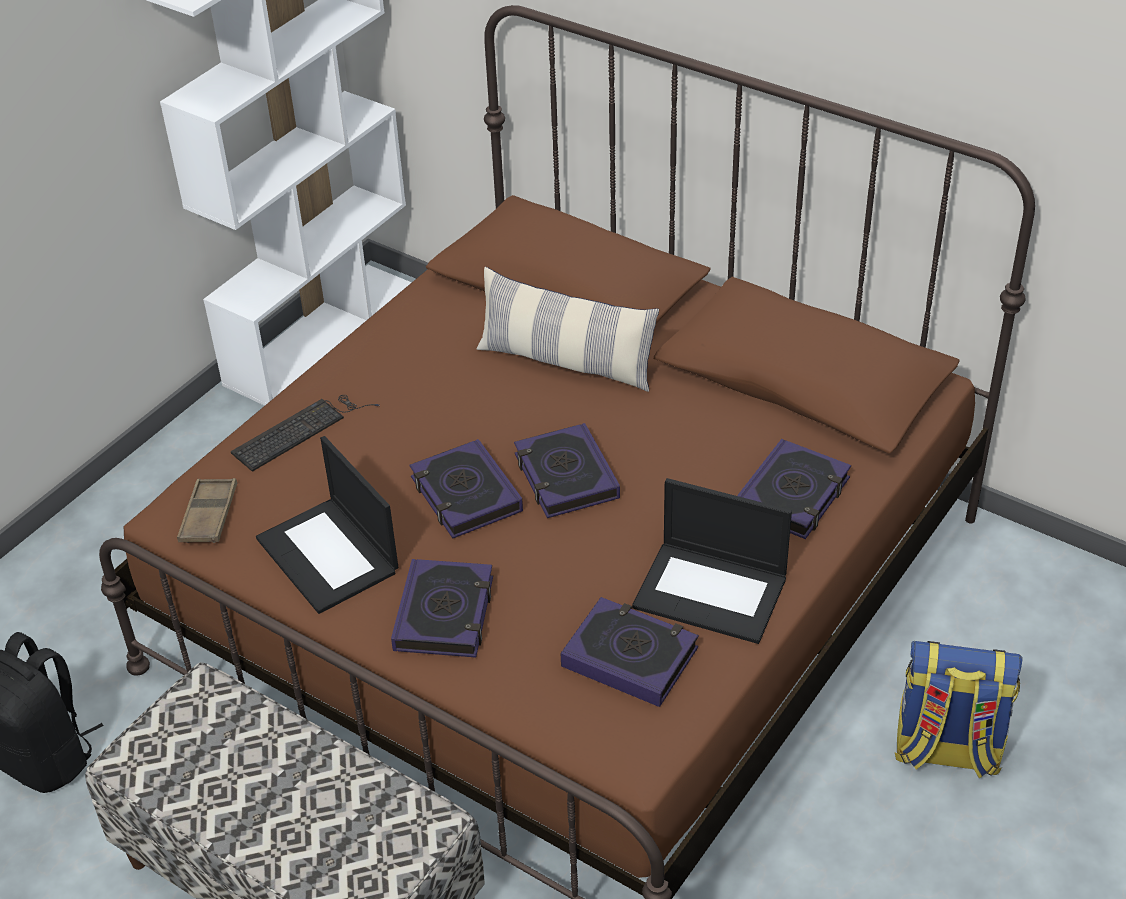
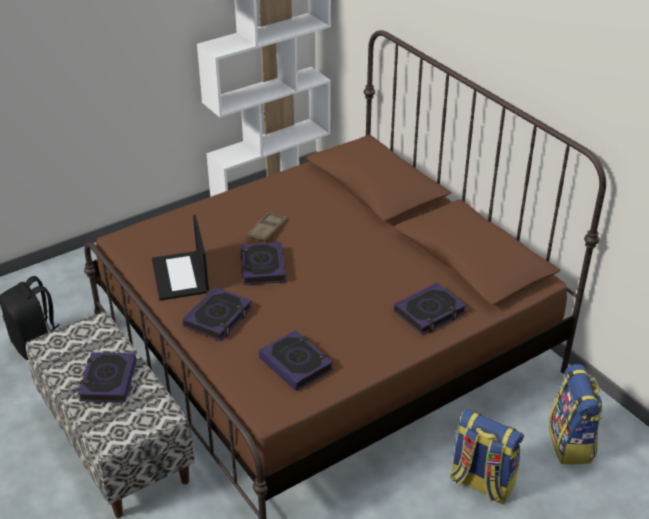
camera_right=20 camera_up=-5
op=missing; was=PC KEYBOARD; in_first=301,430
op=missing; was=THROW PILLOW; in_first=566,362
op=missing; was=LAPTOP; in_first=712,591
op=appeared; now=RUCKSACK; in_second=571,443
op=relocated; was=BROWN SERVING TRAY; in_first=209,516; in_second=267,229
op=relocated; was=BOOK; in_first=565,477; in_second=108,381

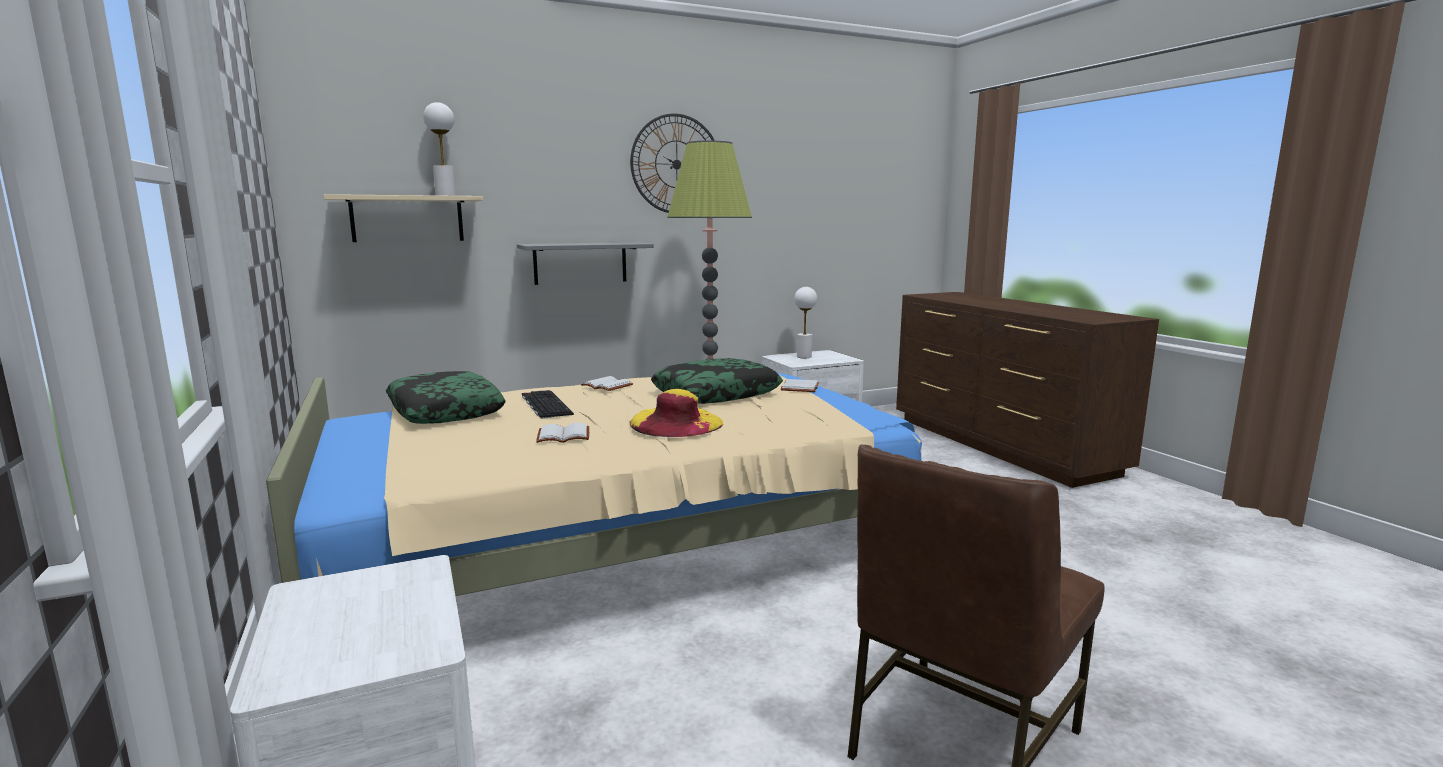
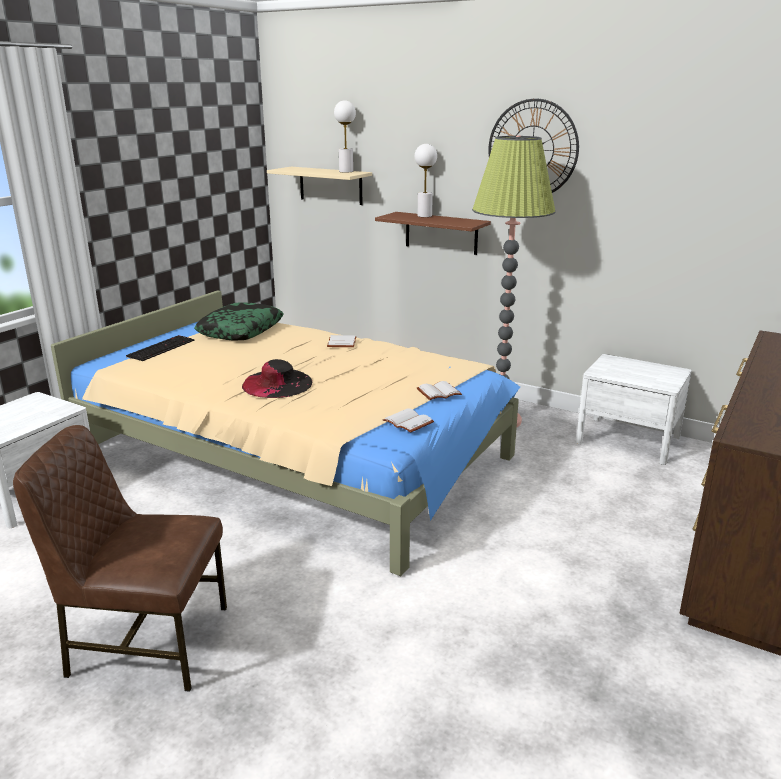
camera_right=55 camera_up=10
op=missing; was=THROW PILLOW; in_first=716,394
op=relocated; was=PC KEYBOARD; in_first=544,404; in_second=161,348
op=relocated; was=WHITISH BOOK; in_first=564,435; in_second=409,422
op=relocated; was=WHITISH TABLE LAMP; in_first=803,357; in_second=424,216
op=colour; was=GREYISH SHELF; now=BROWN SHELF; in_first=580,263; in_second=441,233
op=colour; was=YELLOW WEARABLE HAT; now=BLACK WEARABLE HAT; in_first=676,422; in_second=277,384

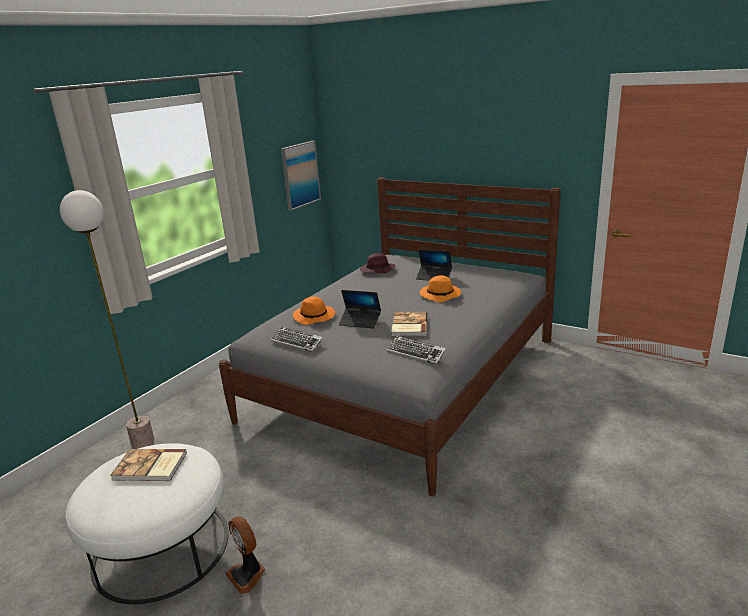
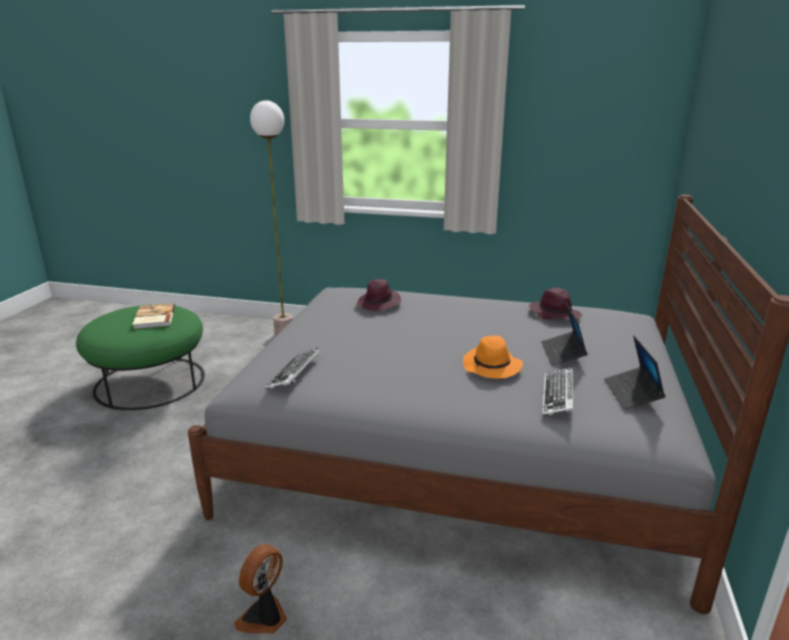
camera_right=70 camera_up=0
op=missing; was=WALL PICTURE; in_first=300,175
op=missing; was=BOOK; in_first=408,326
op=relocated; was=FAN; in_first=247,575; in_second=264,618
op=relocated; was=PC KEYBOARD; in_first=297,342; in_second=558,396
op=relocated; was=LAPTOP; in_first=360,322; in_second=632,394
op=colour; was=WHITISH OTTOMAN; now=GREENISH OTTOMAN; in_first=162,547; in_second=150,382
op=colour; was=ORANGE-COLOURED WEARABLE HAT; now=PURPLE WEARABLE HAT; in_first=315,317; in_second=379,304

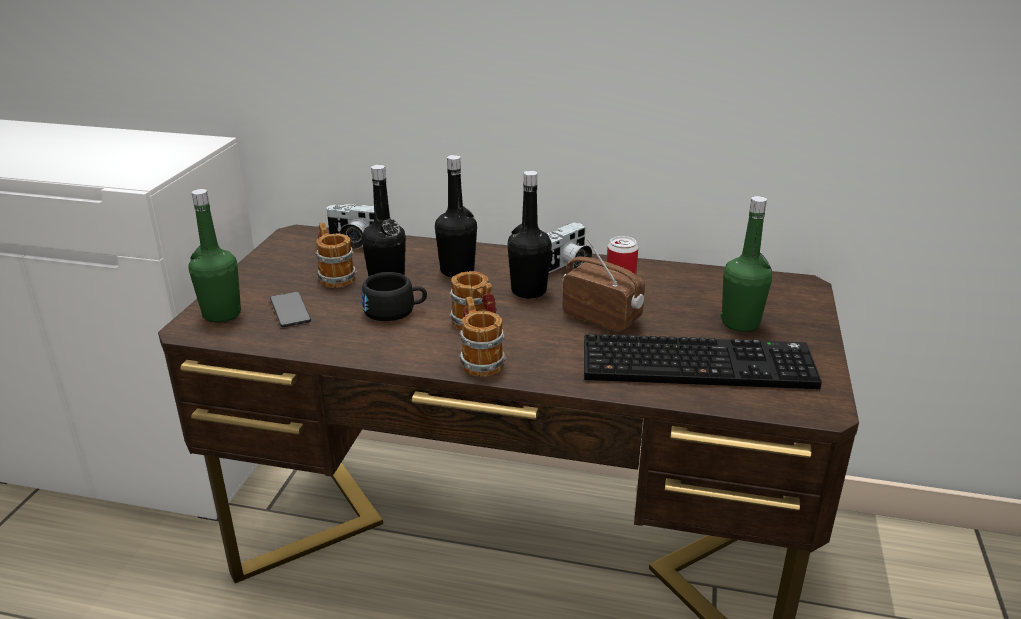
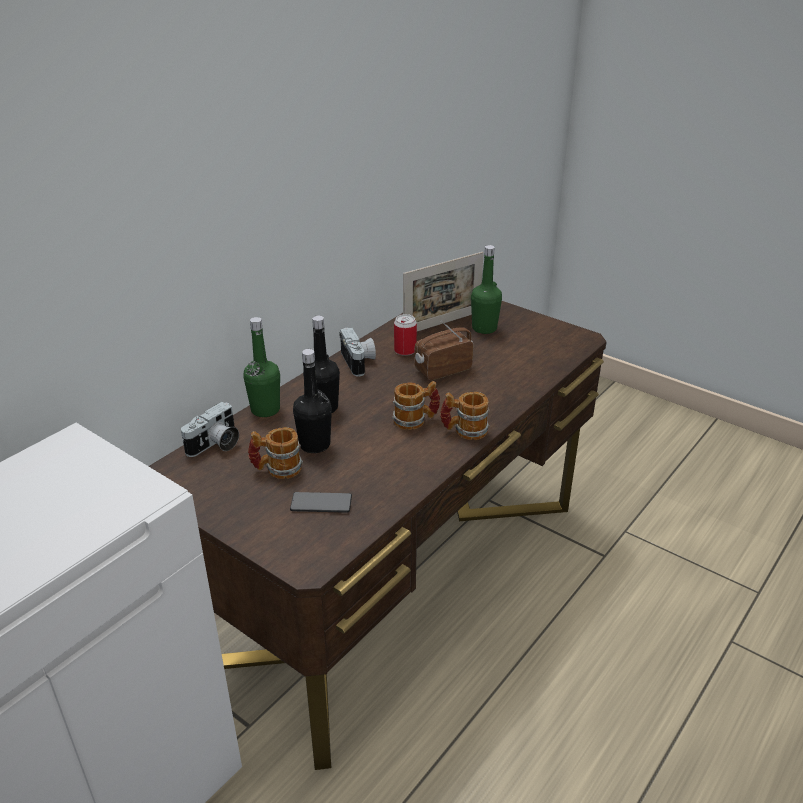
camera_right=-65 camera_up=5
op=missing; was=BLACK SMALL CUP; in_first=395,311
op=missing; was=BLACK BEVERAGE BOTTLE; in_first=529,291
op=missing; was=PC KEYBOARD; in_first=699,363
op=appeared; now=PICTURE FRAME; in_second=442,323
op=relocated; was=GREENISH BEVERAGE BOTTLE; in_first=222,314; in_second=265,409

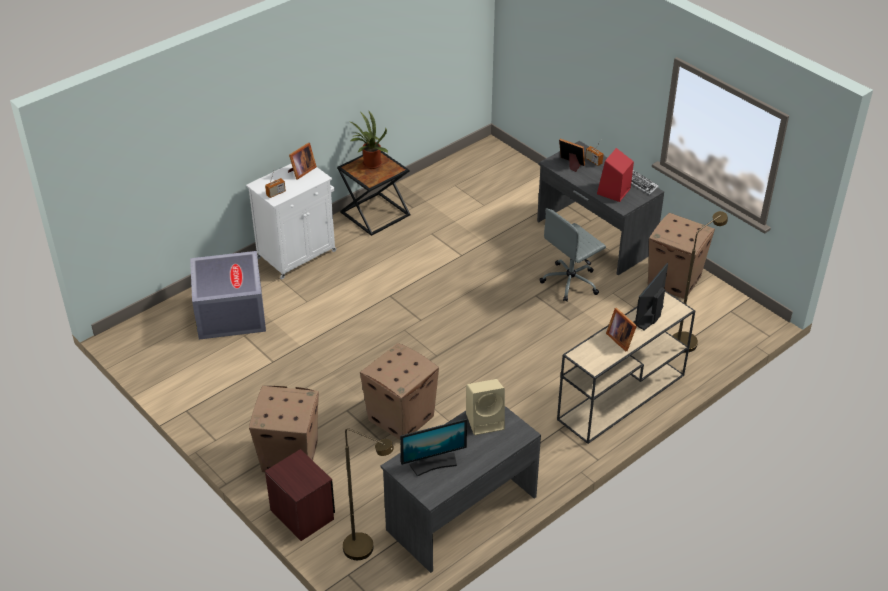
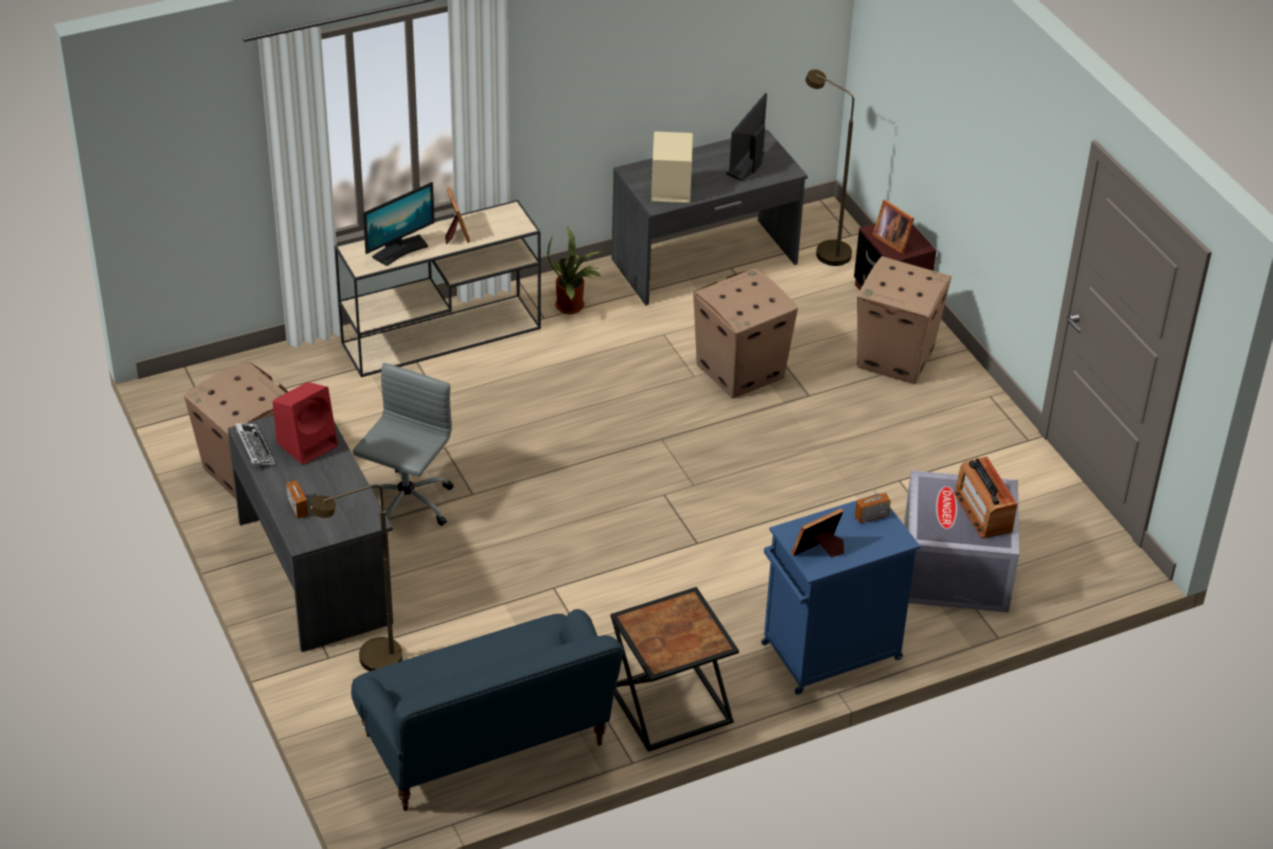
camera_right=-165 camera_up=0
op=appeared; now=BLUE-COLOURED COUCH; in_second=486,744
op=appeared; now=RADIO SET; in_second=982,511
op=relocated; was=HOUSEPLANT; in_first=370,164; in_second=573,306
op=relocated; was=PICTURE FRAME; in_first=571,164; in_second=892,240
op=relocated; was=BROWN STANDING LAMP; in_first=688,339; in_second=369,663
op=colour; was=WHITISH CUPBOARD; now=BLUE-COLOURED CUPBOARD; in_first=297,254; in_second=828,652
op=spun; was=MONITOR; in_first=433,463; in_second=747,165; clockwise=-60
op=spun; was=GREYISH DESK CHAIR; in_first=571,282; in_second=405,503; clockwise=-45

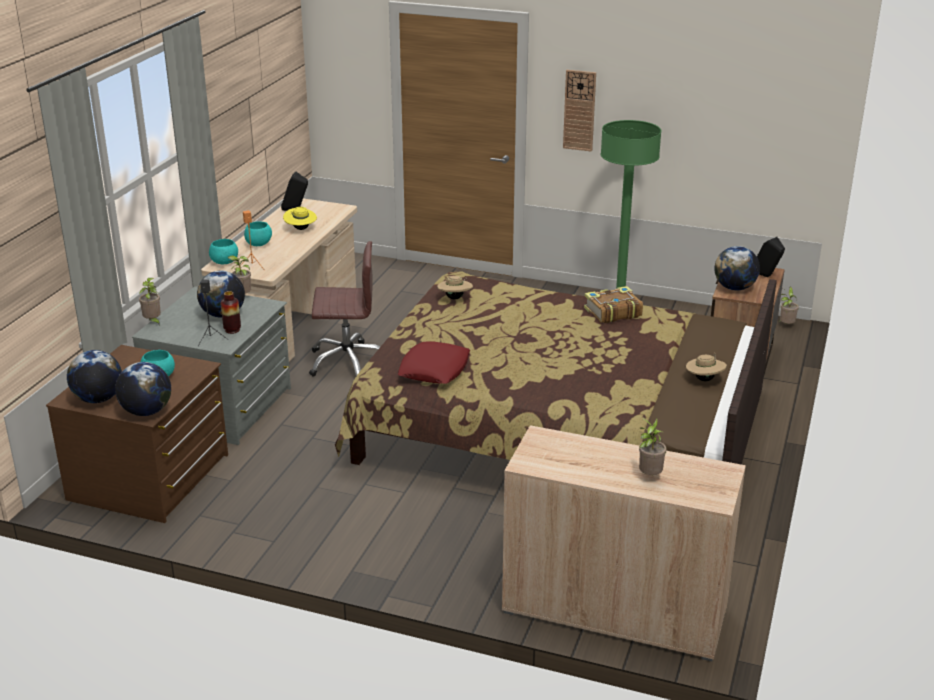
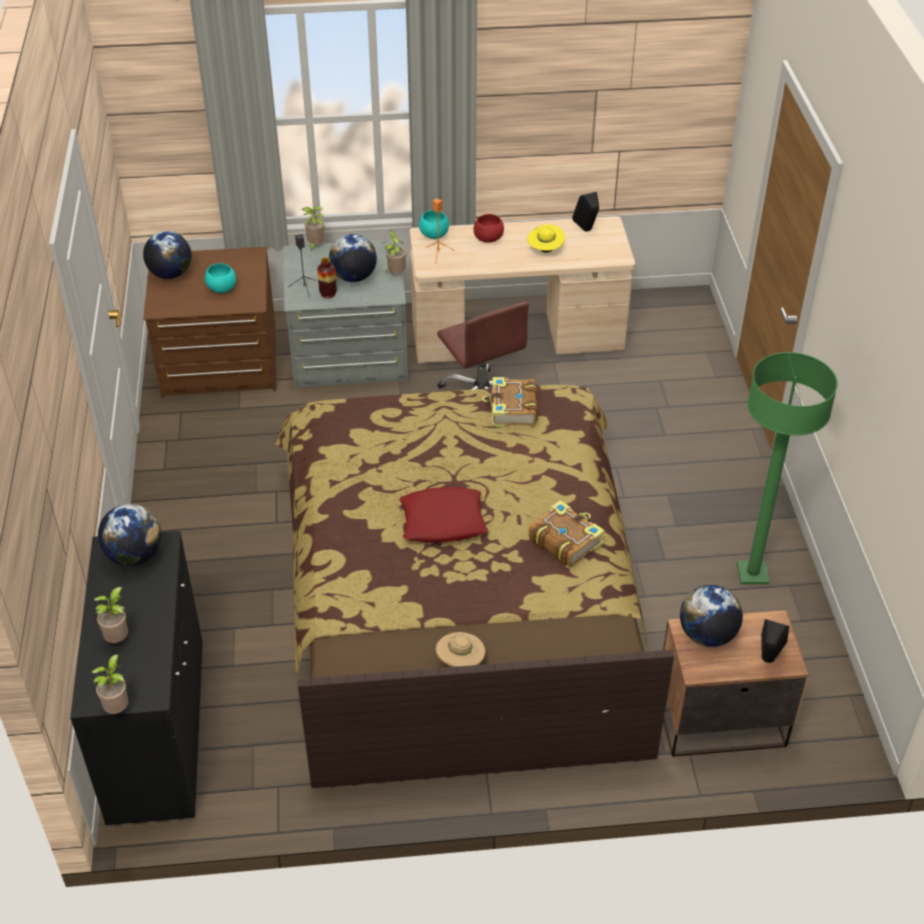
camera_right=65 camera_up=15
op=missing; was=WALL CLOCK; in_first=579,110
op=relocated; was=WORLD GLOBE; in_first=146,412; in_second=134,555
op=relocated; was=RED-COLOURED THROW PILLOW; in_first=434,369; in_second=442,521
op=relocated; was=HOUSEPLANT; in_first=785,325; in_second=118,708
op=exchanged; was=BEIGE WEARABLE HAT; now=BOOK; in_first=455,298; in_second=512,410
op=colour; was=TURQUOISE-COLOURED DEEP DISH; now=RED-COLOURED DEEP DISH; in_first=259,244; in_second=488,239
op=colour; was=BEIGE CUPBOARD; now=BLACK CUPBOARD; in_first=614,610; in_second=158,730

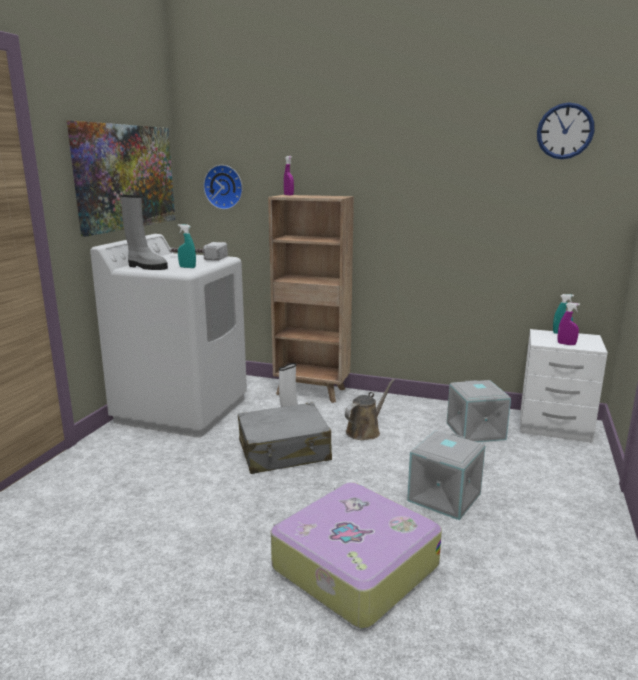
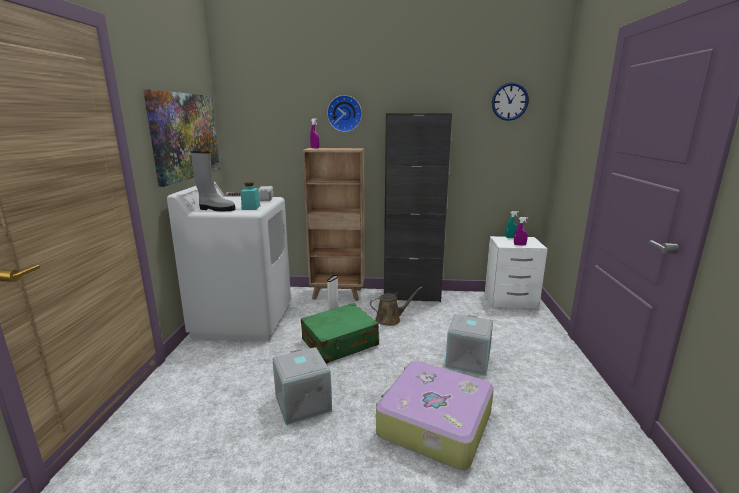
camera_right=-15 camera_up=0
op=appeared; now=BLACK CUPBOARD; in_second=411,295
op=relocated; was=WALL CLOCK; in_first=224,187; in_second=344,113
op=relocated; was=GREYISH STORAGE CONTAINER; in_first=474,431; in_second=301,403
op=exchanged; was=TURQUOISE-COLOURED SPRAY BOTTLE; now=TURQUOISE-COLOURED STORAGE JAR; in_first=187,267; in_second=251,207
op=colour; was=GREYISH TRAVEL CASE; now=GREENISH TRAVEL CASE; in_first=284,451; in_second=340,343
op=spun; was=BROWN SPRINKLING CAN; in_first=365,431; in_second=390,319; clockwise=45

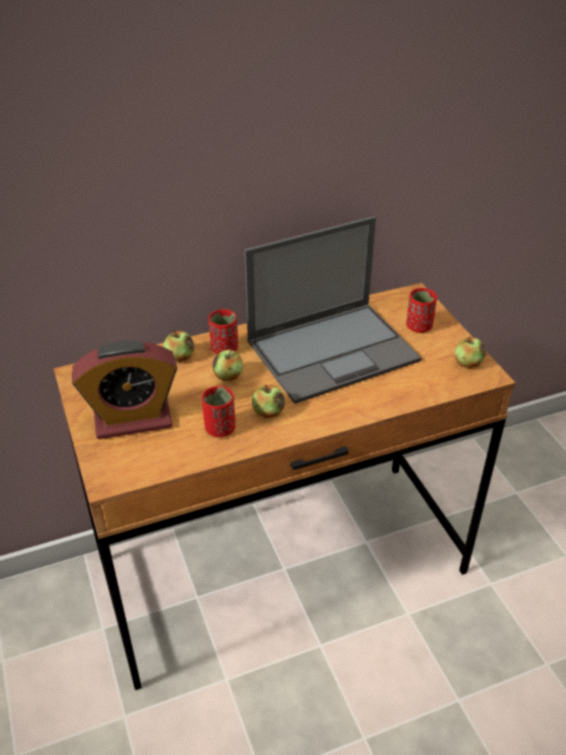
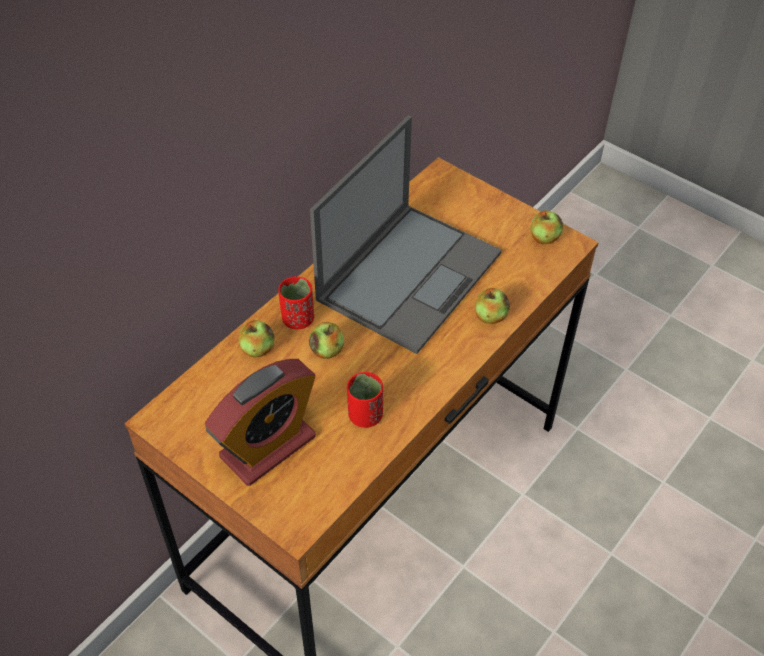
camera_right=-30 camera_up=10
op=missing; was=RED-COLOURED SMALL CUP; in_first=419,327
op=relocated; was=APPLE; in_first=268,412; in_second=490,316

